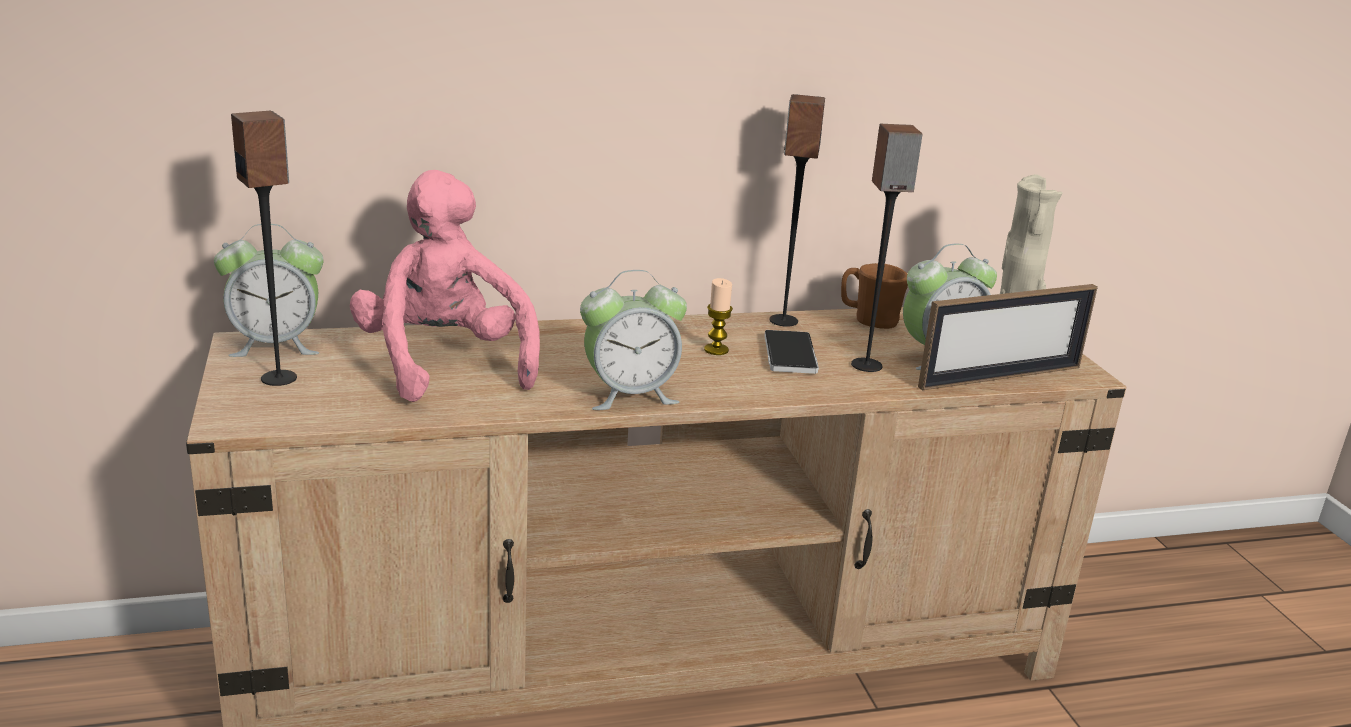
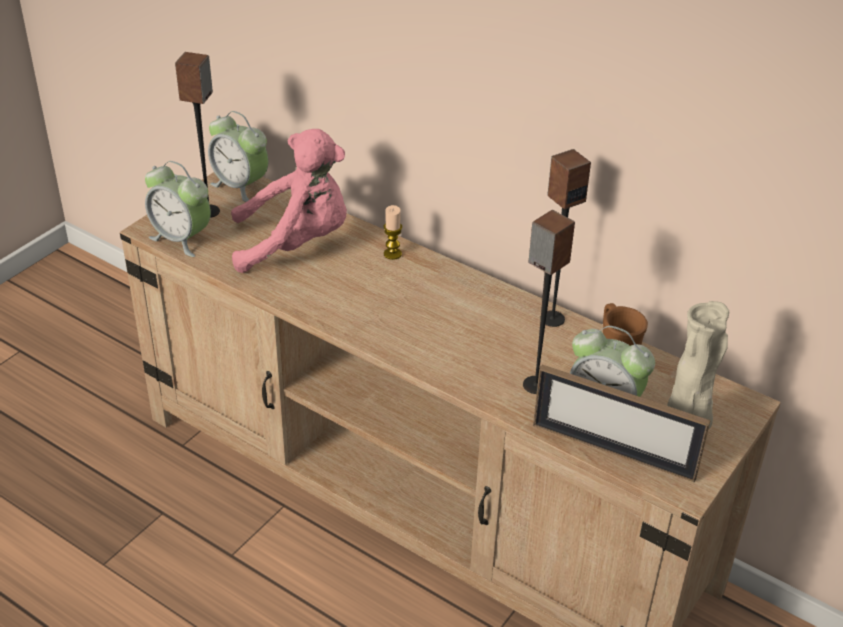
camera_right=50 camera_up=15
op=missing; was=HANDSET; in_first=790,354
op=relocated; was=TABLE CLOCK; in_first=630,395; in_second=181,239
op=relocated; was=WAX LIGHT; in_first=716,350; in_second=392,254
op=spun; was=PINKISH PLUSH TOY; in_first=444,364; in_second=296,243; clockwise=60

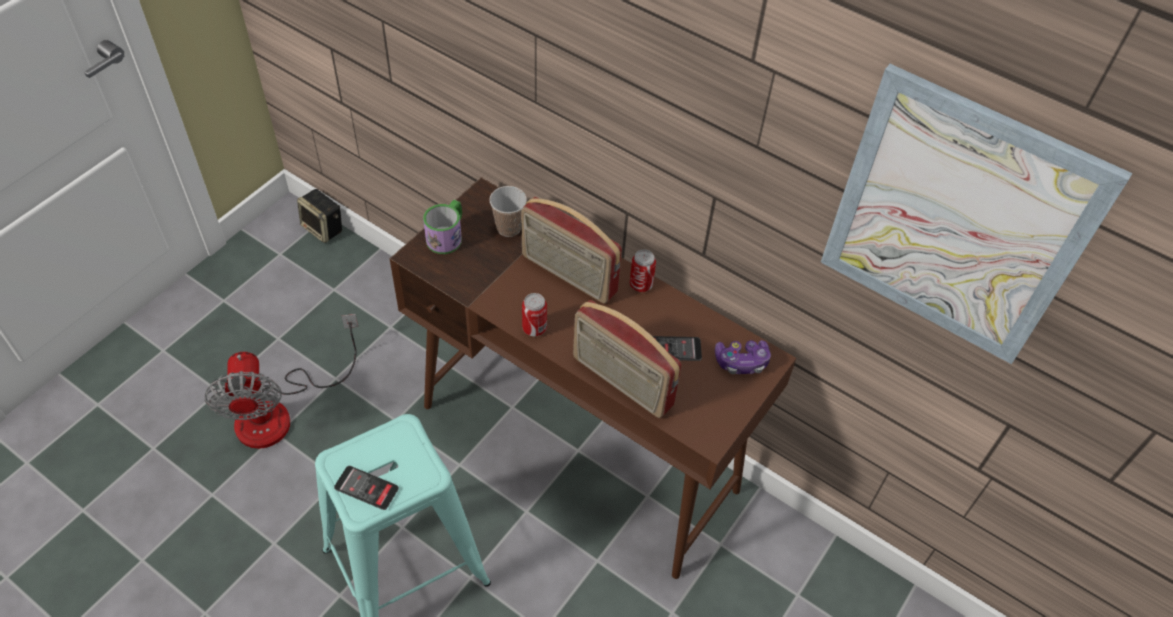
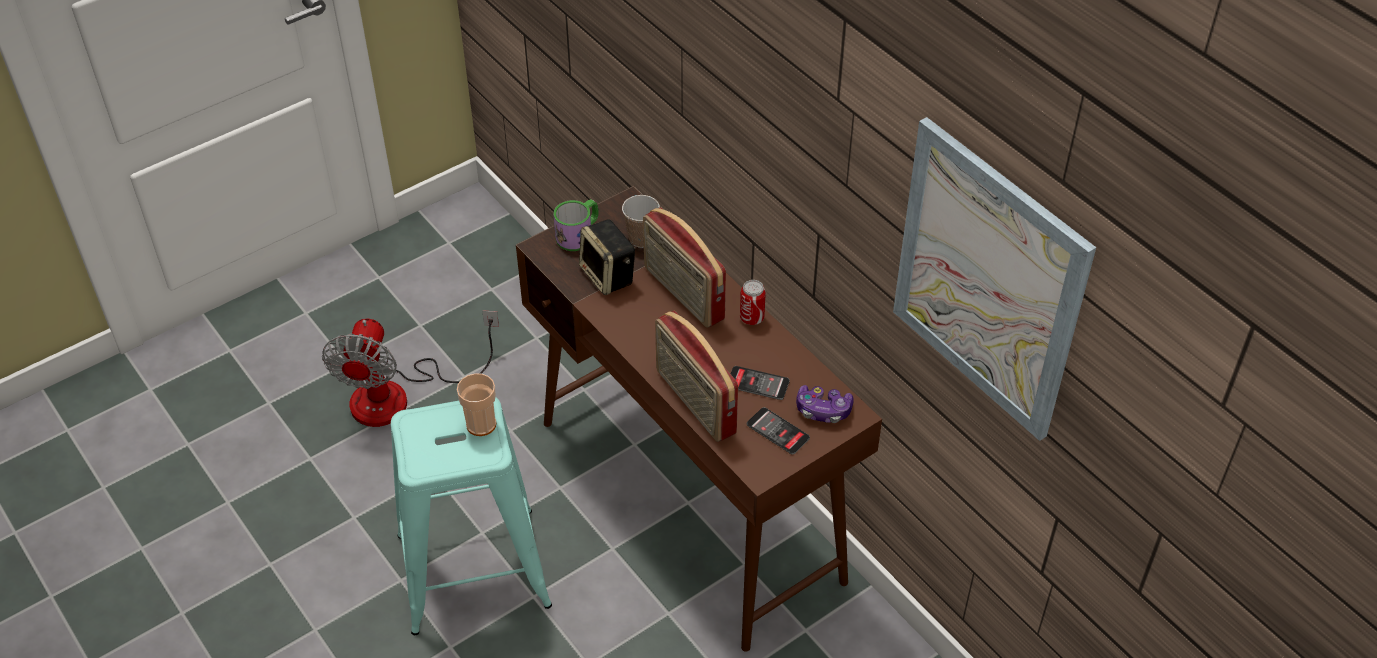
camera_right=20 camera_up=-5
op=missing; was=SEALED CAN; in_first=534,328
op=appeared; now=SMALL CUP; in_second=481,424
op=relocated; was=AUDIO SPEAKER; in_first=324,228; in_second=609,276
op=relocated; was=HANDSET; in_first=366,488; in_second=778,431

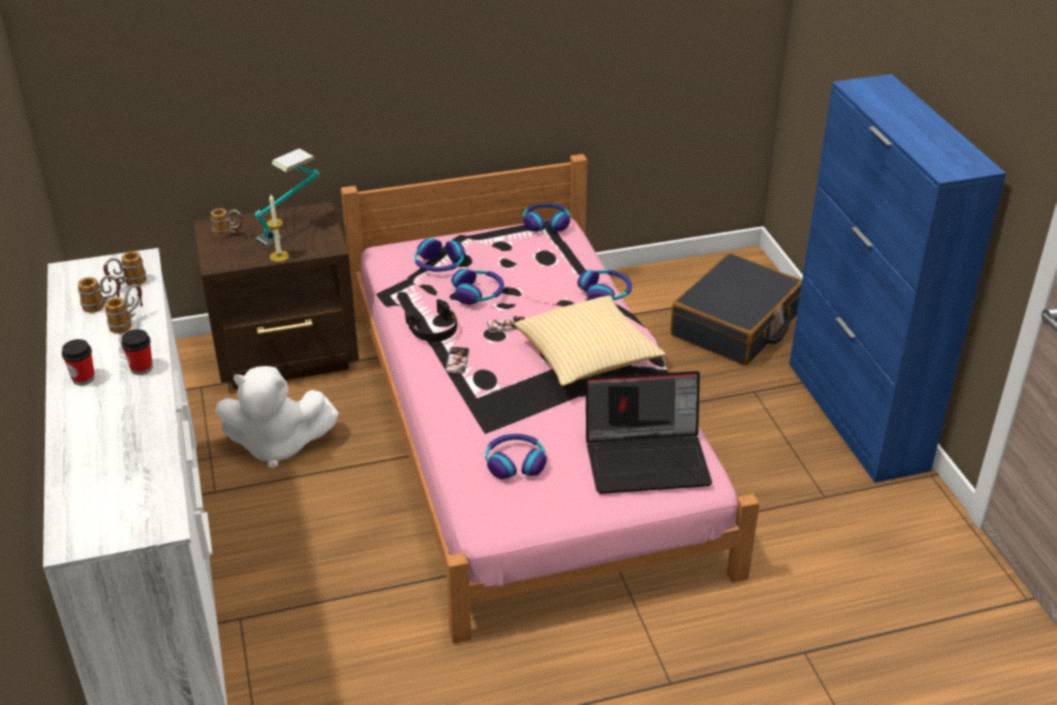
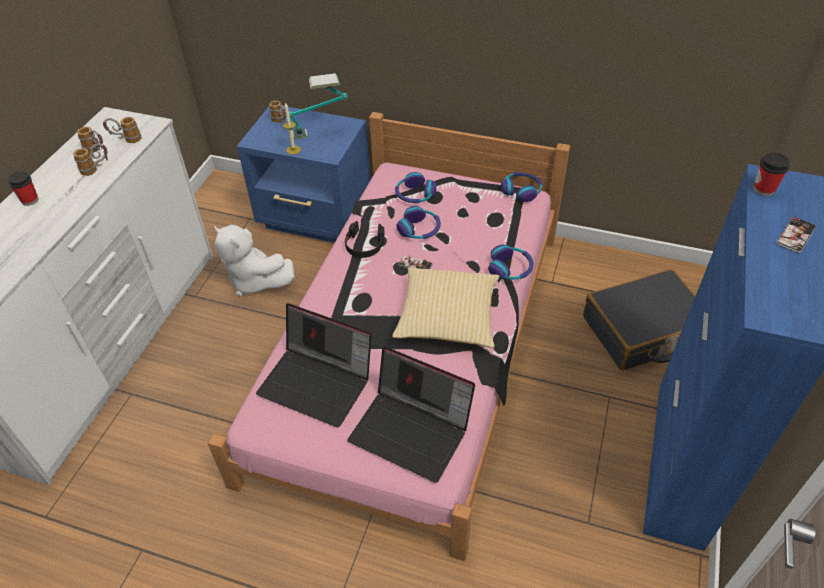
camera_right=35 camera_up=10
op=relocated; was=SMALL CUP; in_first=141,368; in_second=763,190
op=relocated; was=HANDSET; in_first=457,360; in_second=795,235
op=exchanged; was=HEADSET; now=LAPTOP; in_first=515,463; in_second=318,383
op=colour; was=BROWN NIGHT TABLE; now=BLUE-COLOURED NIGHT TABLE; in_first=288,355; in_second=316,218

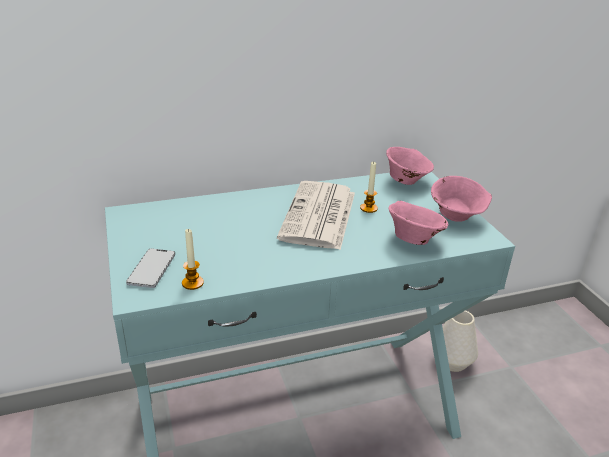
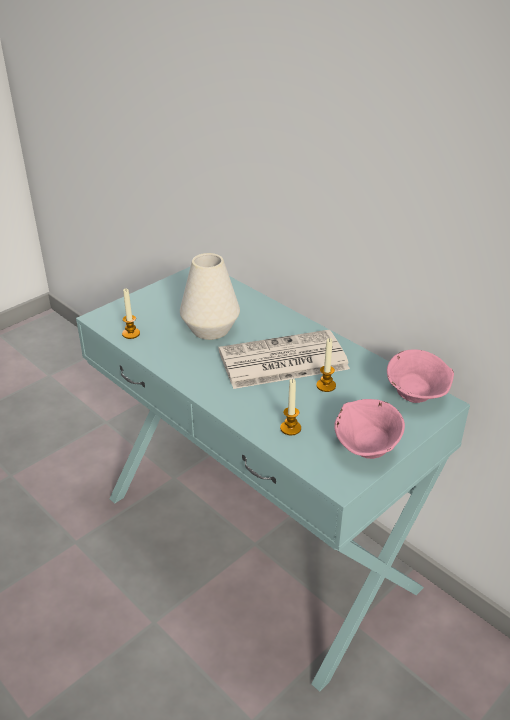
camera_right=65 camera_up=5
op=missing; was=HANDSET; in_first=152,269
op=relocated; was=WHITISH DECORATIVE VASE; in_first=452,361; in_second=210,329
op=exchanged; was=PINKISH DEEP DISH; now=WAX LIGHT; in_first=413,239; in_second=290,428

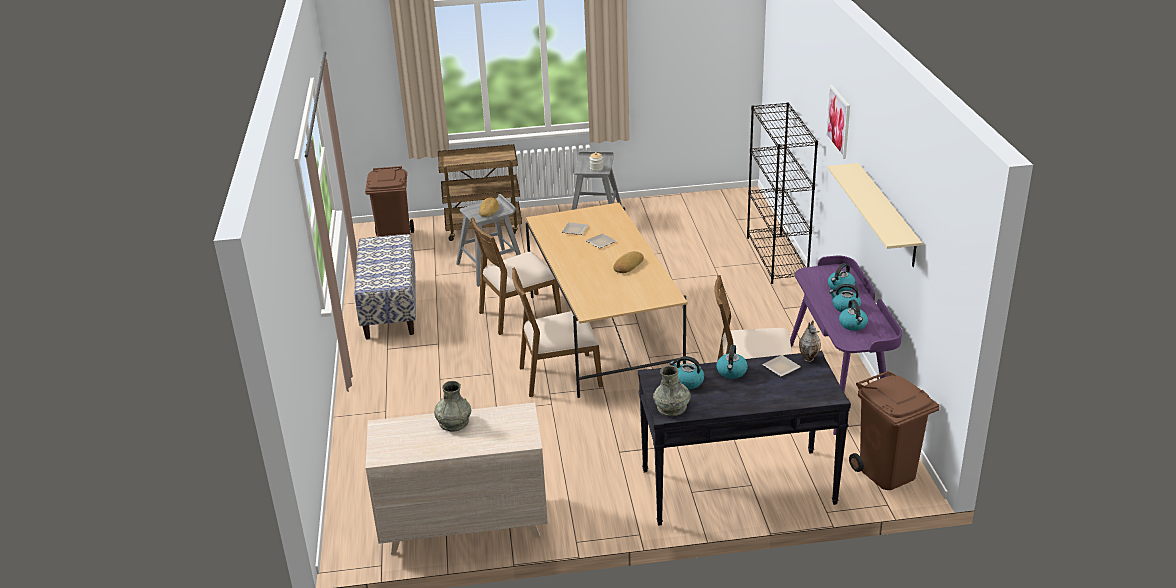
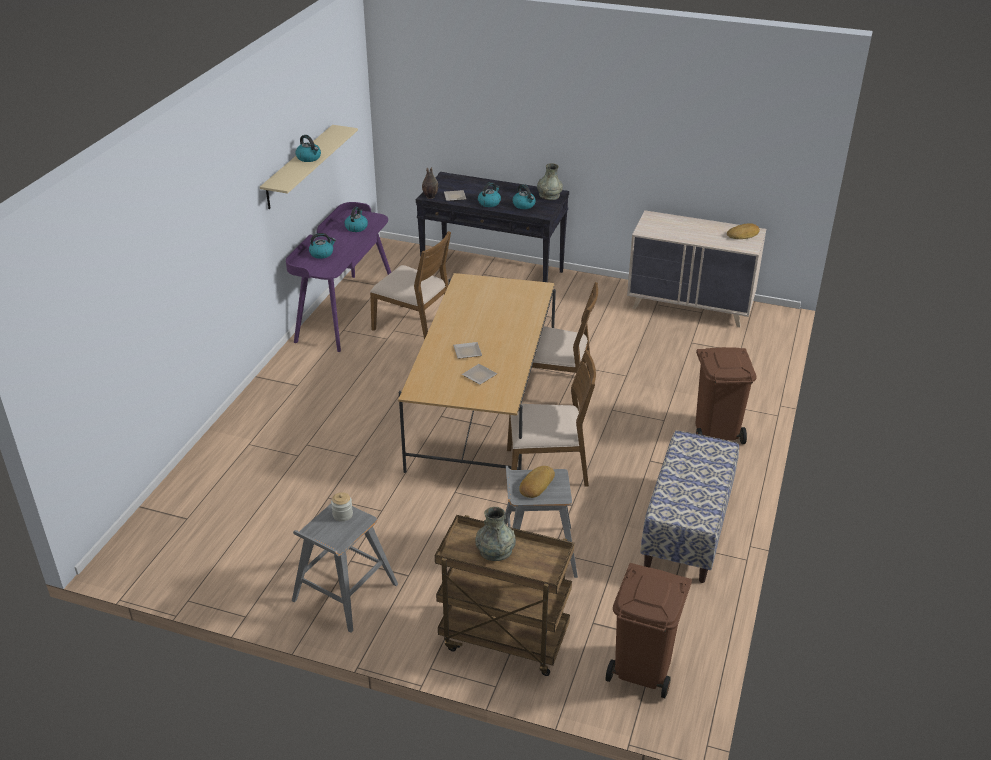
camera_right=-155 camera_up=5
op=missing; was=BLACK BOOKSHELF; in_first=777,258
op=missing; was=WALL PICTURE; in_first=838,121
op=relocated; was=GREYISH DECORATIVE VASE; in_first=453,422; in_second=495,551
op=relocated; was=BAKERY BREAD; in_first=627,265; in_second=743,234
op=relocated; was=WATER KETTLE; in_first=845,307; in_second=309,158
op=relocated; was=BROWN RUBBISH BIN; in_first=886,472; in_second=717,431

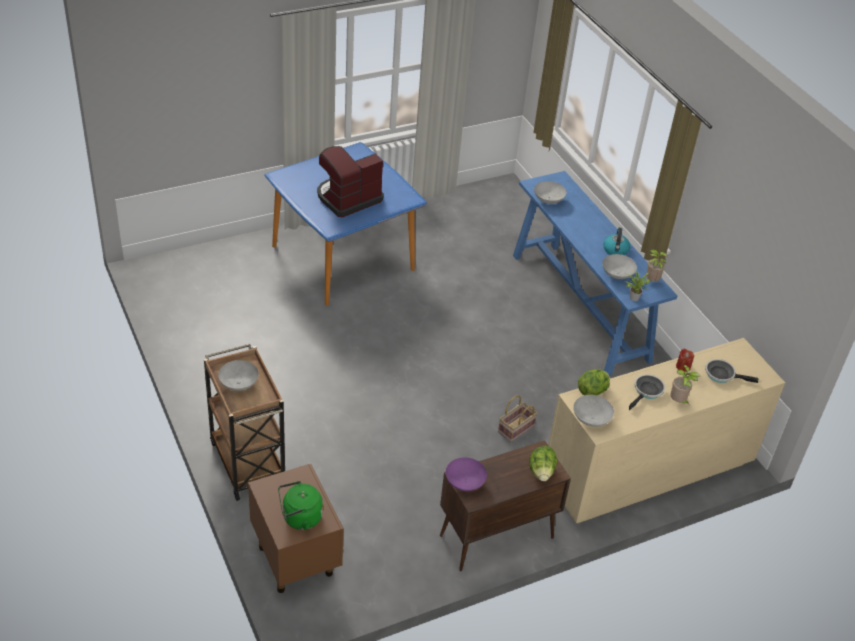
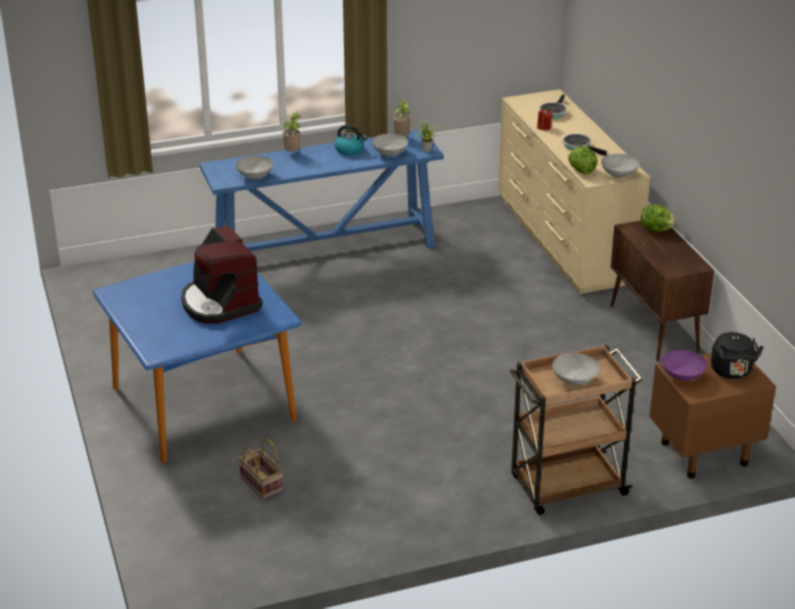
camera_right=-80 camera_up=-10
op=relocated; was=PURPLE DEEP DISH; in_first=464,483; in_second=682,377
op=relocated; was=STORAGE BASKET; in_first=516,430; in_second=263,484
op=relocated; was=HOUSEPLANT; in_first=678,402; in_second=293,153
op=colour; was=GREENISH WATER KETTLE; now=BLACK WATER KETTLE; in_first=299,518; in_second=732,372

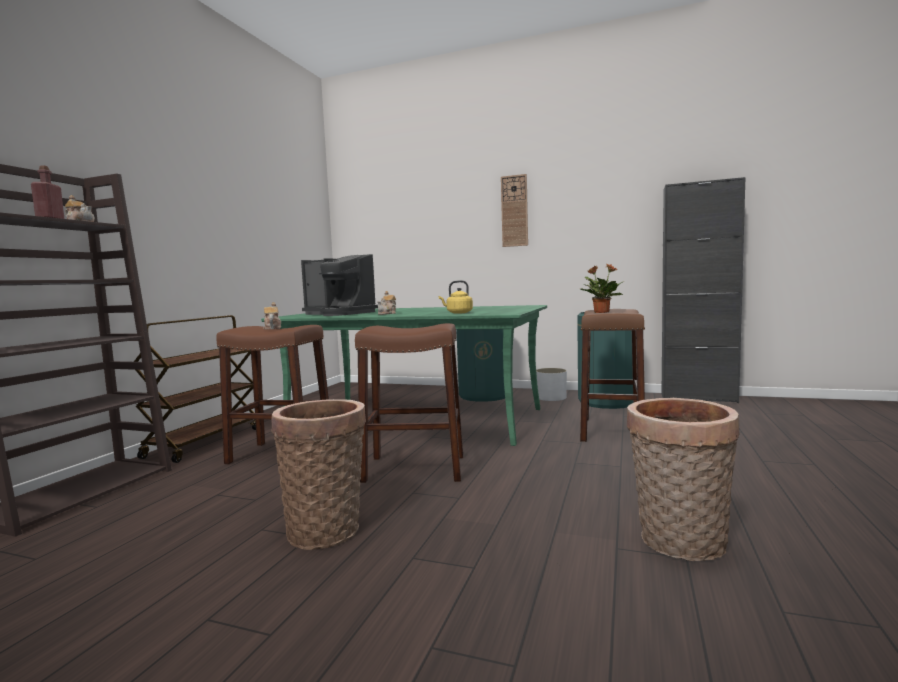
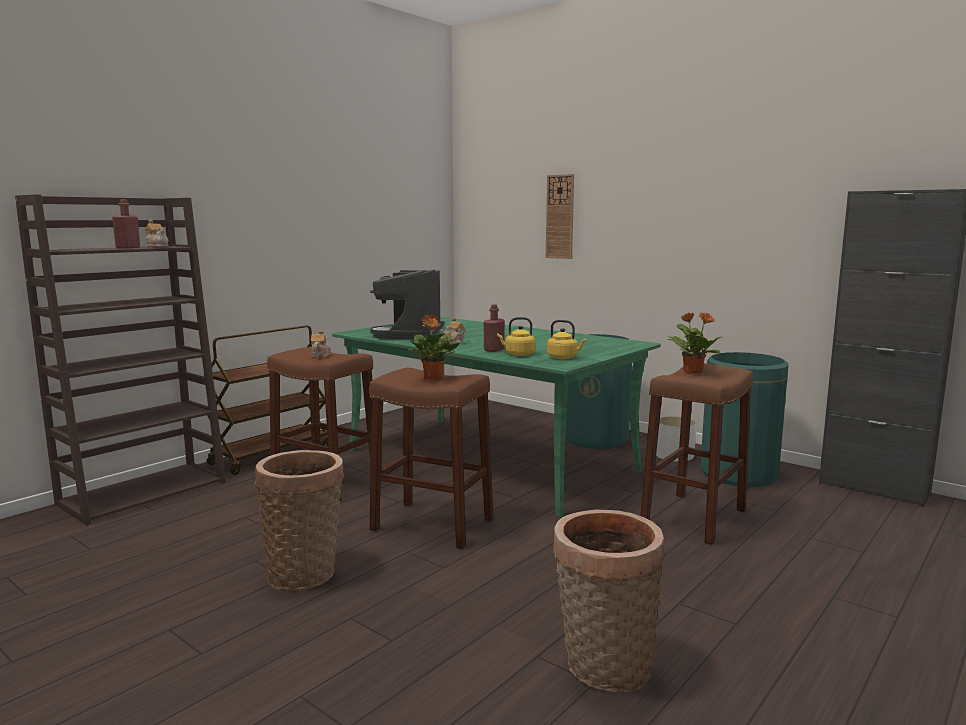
camera_right=20 camera_up=5
op=appeared; now=HOUSEPLANT; in_second=433,378
op=appeared; now=RED-COLOURED BEVERAGE BOTTLE; in_second=494,350
op=appeared; now=YELLOW WATER KETTLE; in_second=564,358
op=relocated; was=WALL CLOCK; in_first=514,211; in_second=560,217
op=spun; was=COFFEE MAKER; in_first=340,314; in_second=412,334; clockwise=45

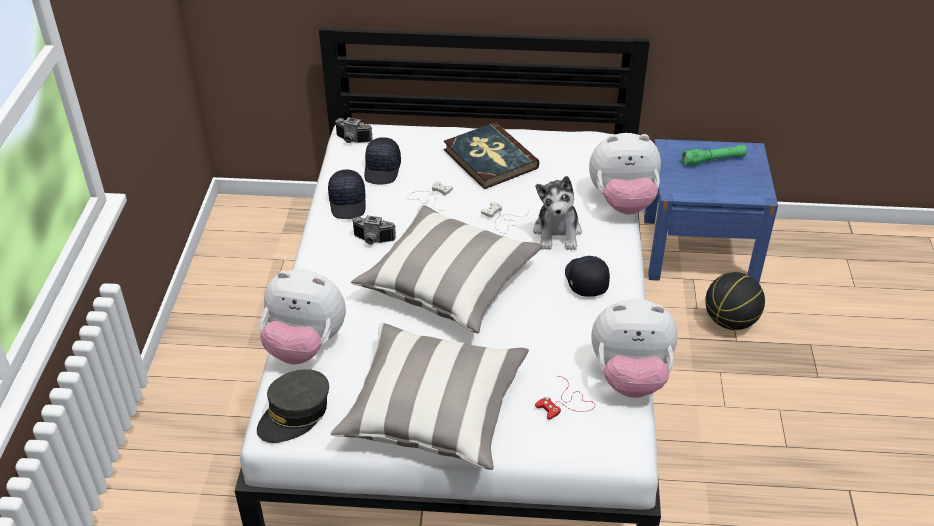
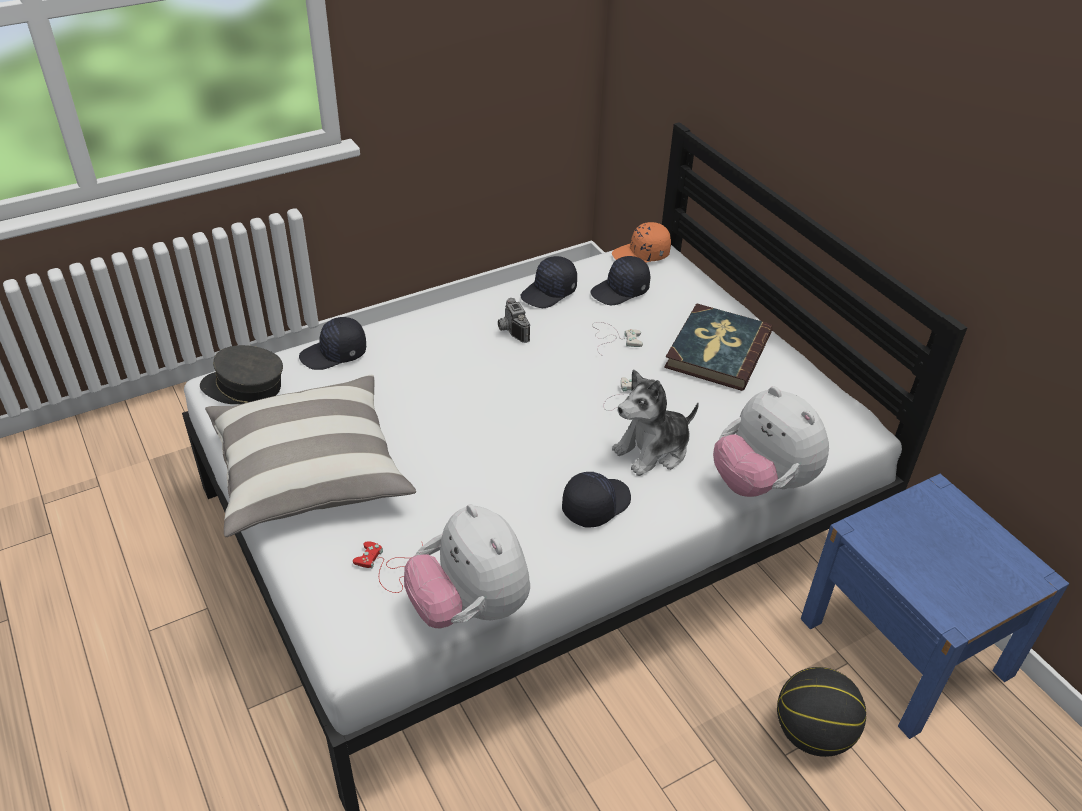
camera_right=55 camera_up=0
op=missing; was=THROW PILLOW; in_first=448,284
op=missing; was=GREENISH HAND TORCH; in_first=713,160
op=exchanged; was=PLUSH TOY; now=BLACK BASEBALL CAP; in_first=305,346; in_second=334,354
op=exchanged; was=STILL CAMERA; now=ORANGE-COLOURED BASEBALL CAP; in_first=352,141; in_second=641,255

